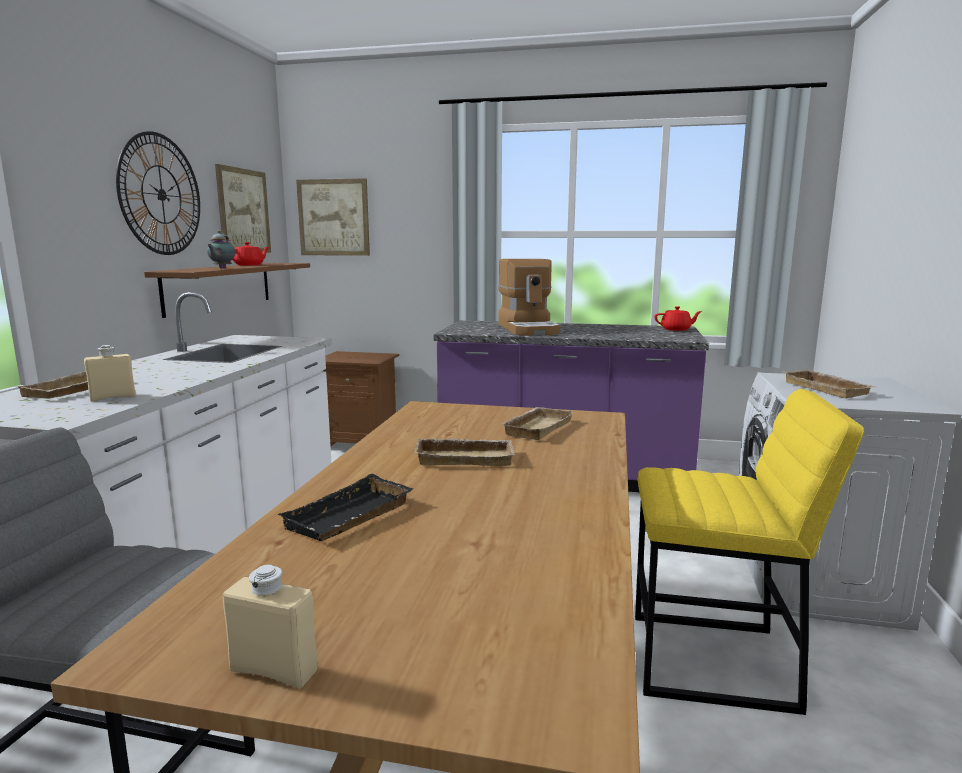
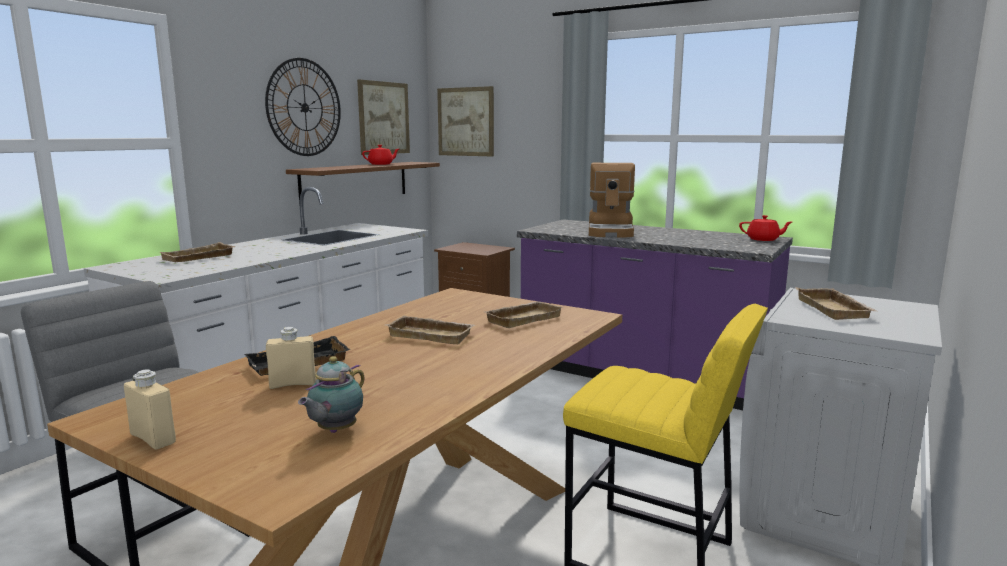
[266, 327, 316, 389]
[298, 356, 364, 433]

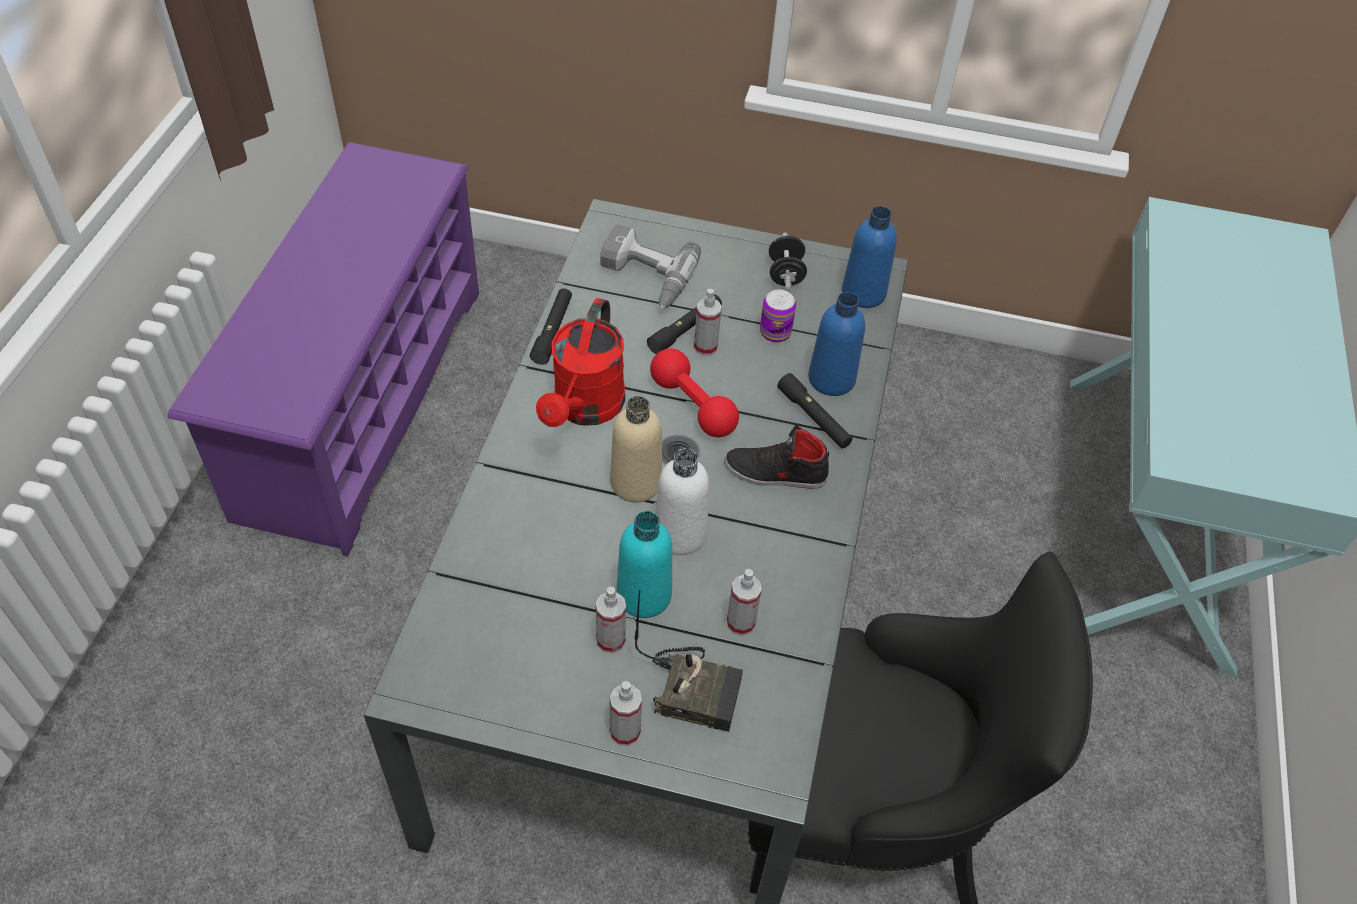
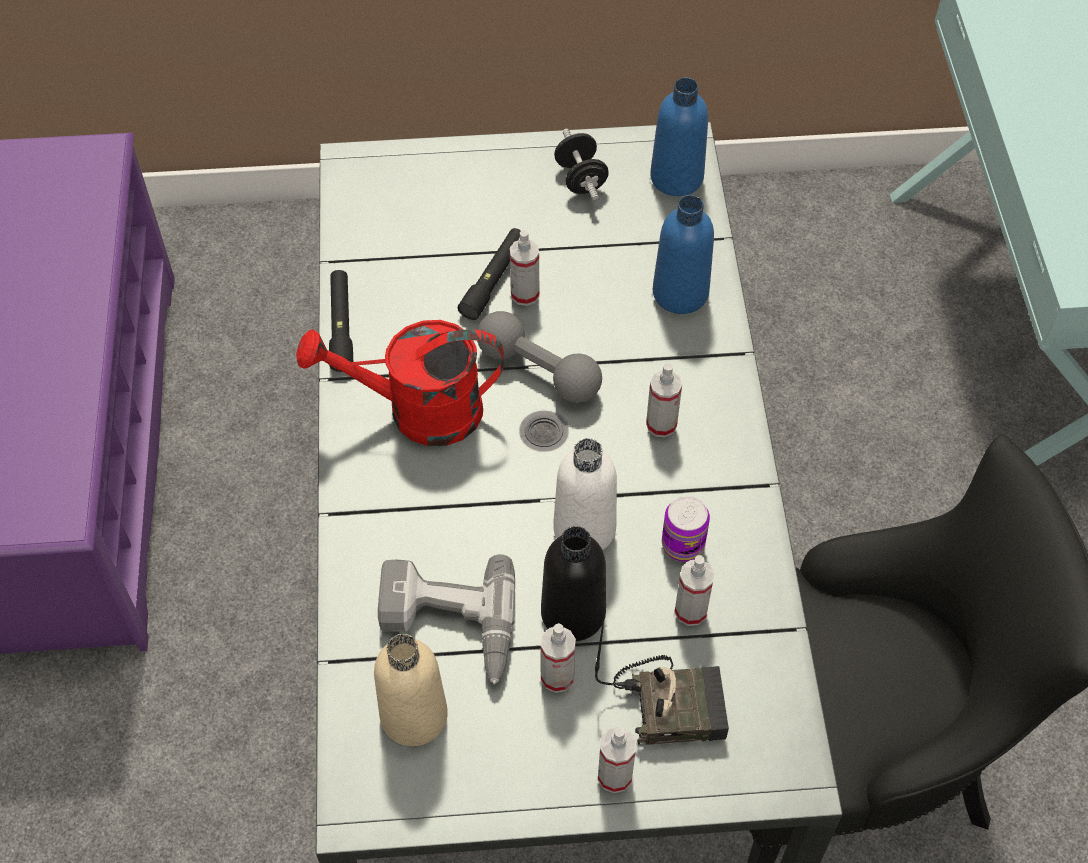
[777, 373, 852, 449] (first image)
[378, 554, 515, 685]
[374, 634, 448, 746]
[662, 496, 710, 562]
[646, 363, 682, 437]
[541, 526, 606, 641]
[477, 311, 602, 403]
[296, 320, 504, 446]

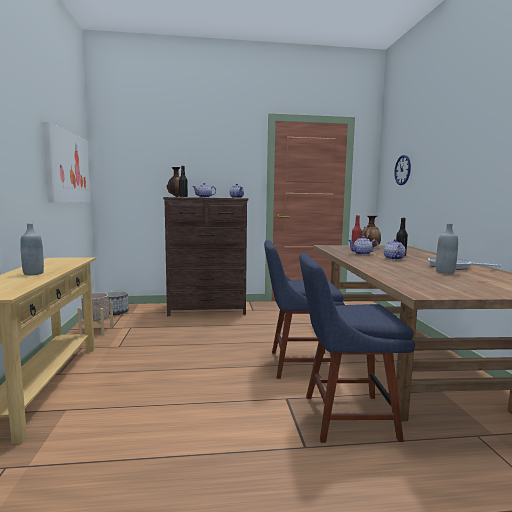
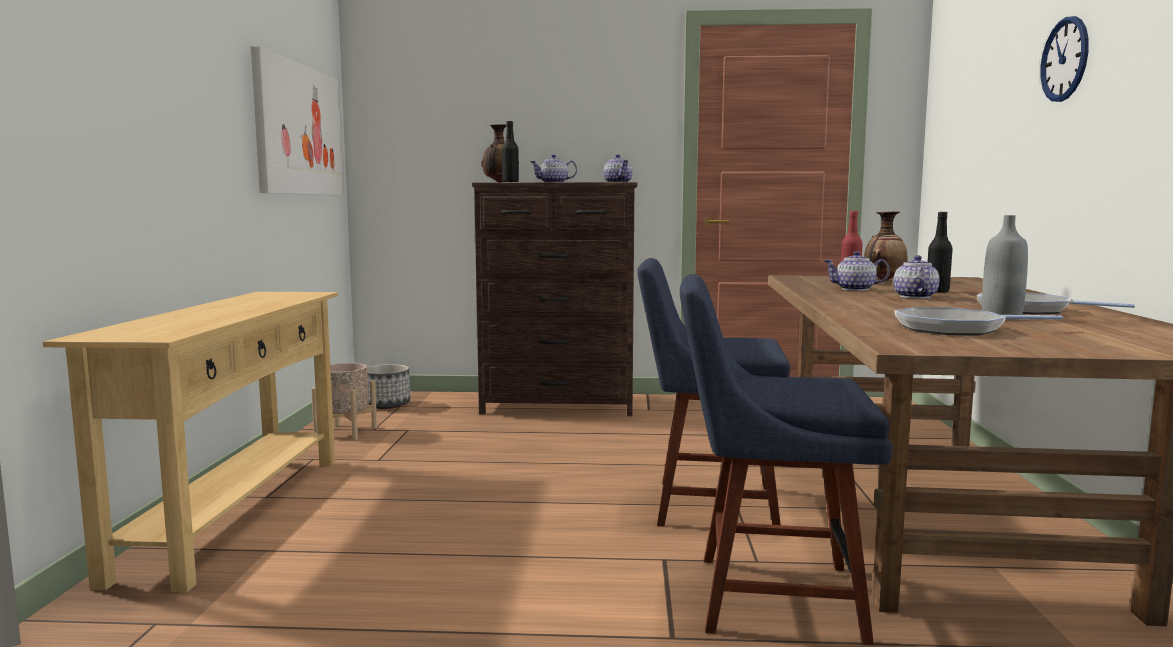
[20, 223, 44, 275] (first image)
[894, 307, 1063, 335]
[1040, 16, 1089, 102]

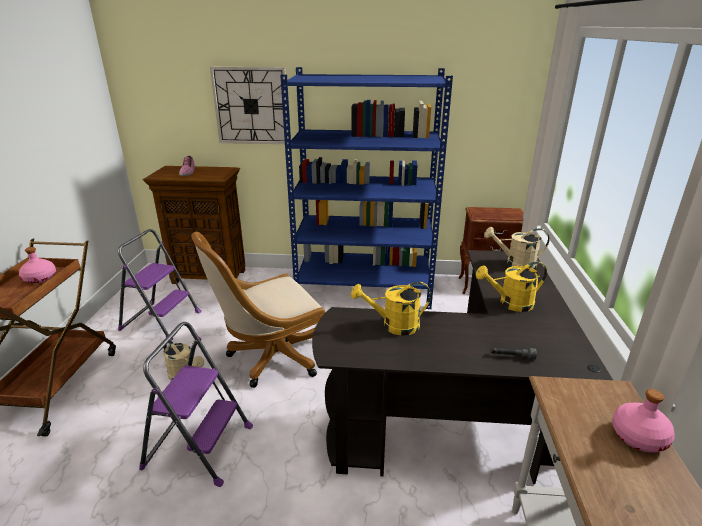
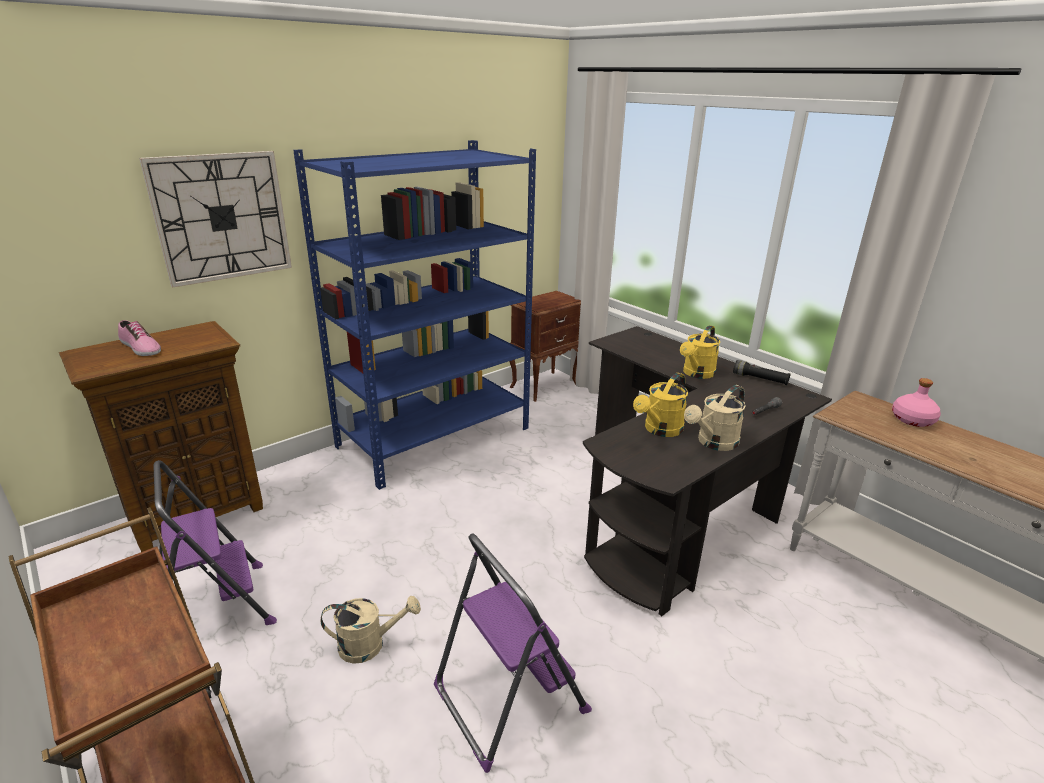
[19, 247, 56, 284] (first image)
[191, 232, 326, 388] (first image)
[733, 360, 790, 385]
[684, 385, 746, 451]

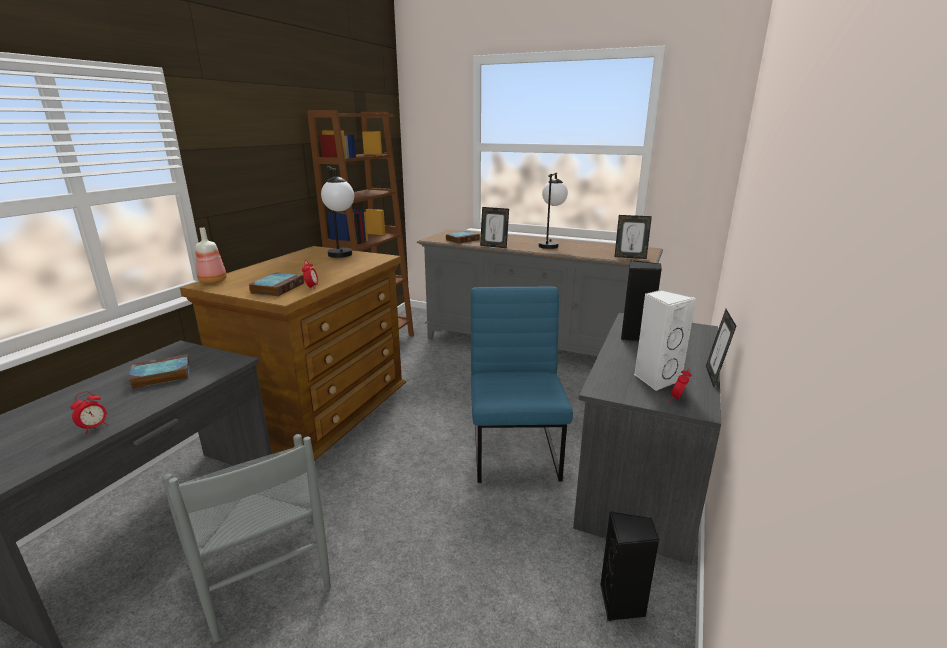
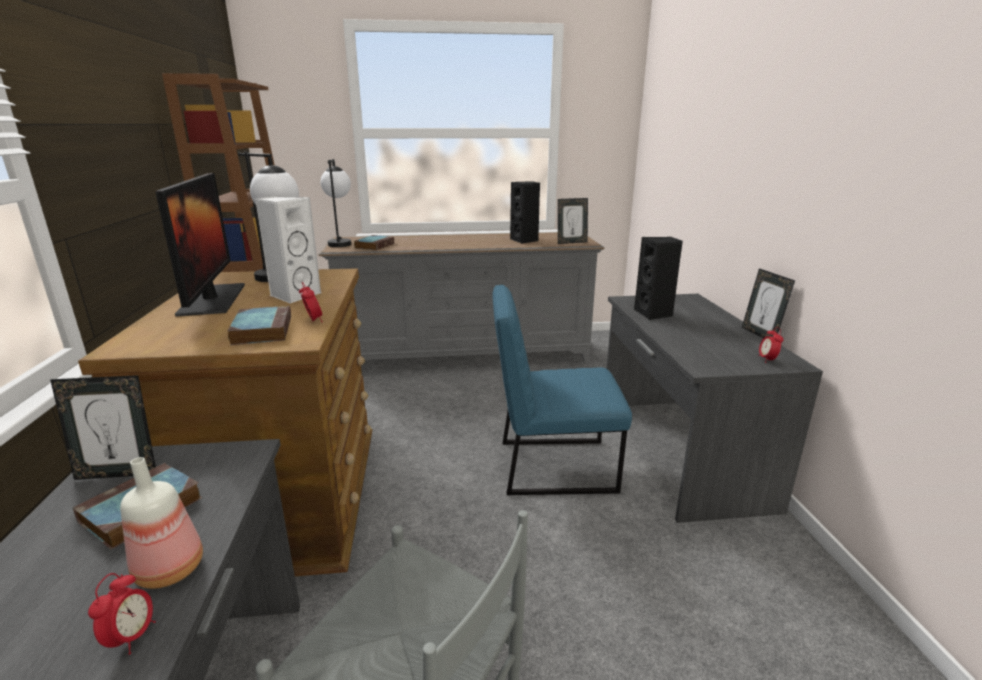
[155, 173, 245, 316]
[120, 457, 203, 589]
[50, 375, 156, 480]
[320, 159, 351, 247]
[510, 181, 540, 244]
[255, 196, 321, 304]
[492, 285, 632, 495]

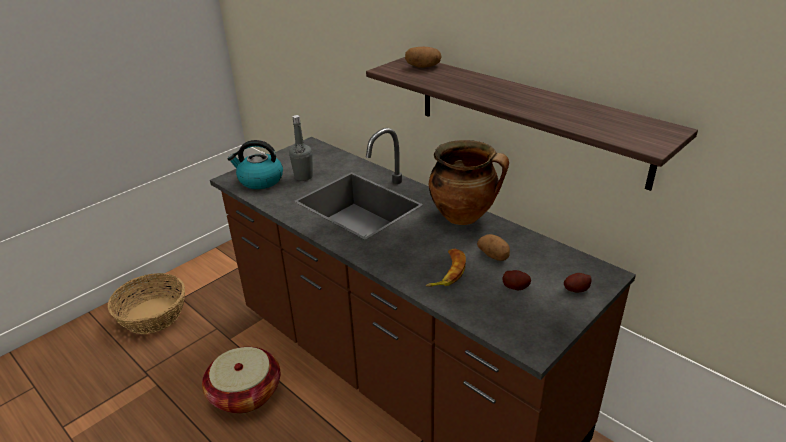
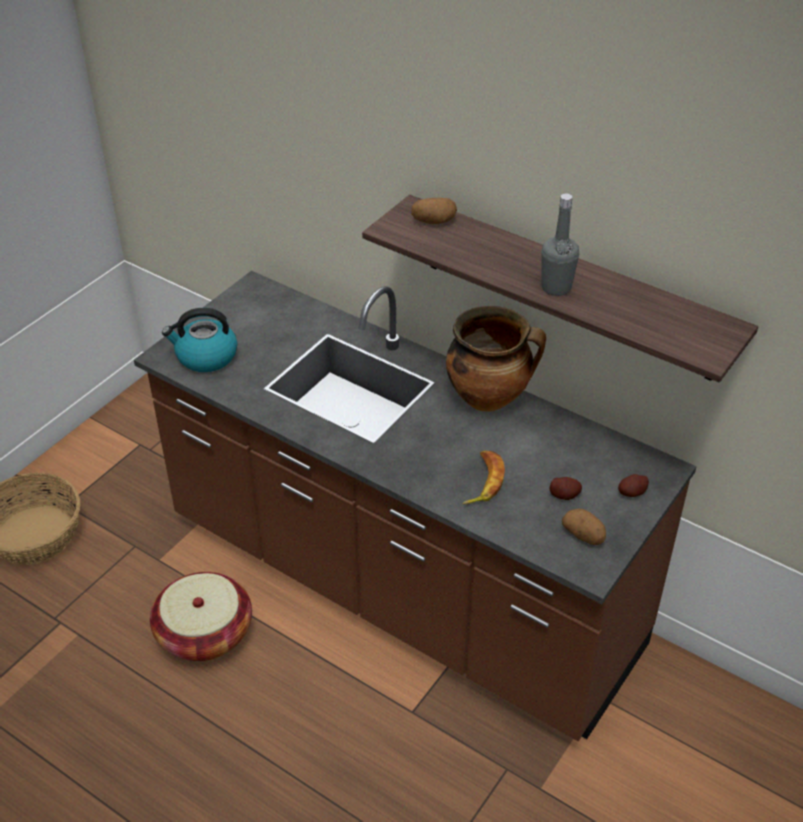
[541, 194, 579, 296]
[562, 509, 606, 545]

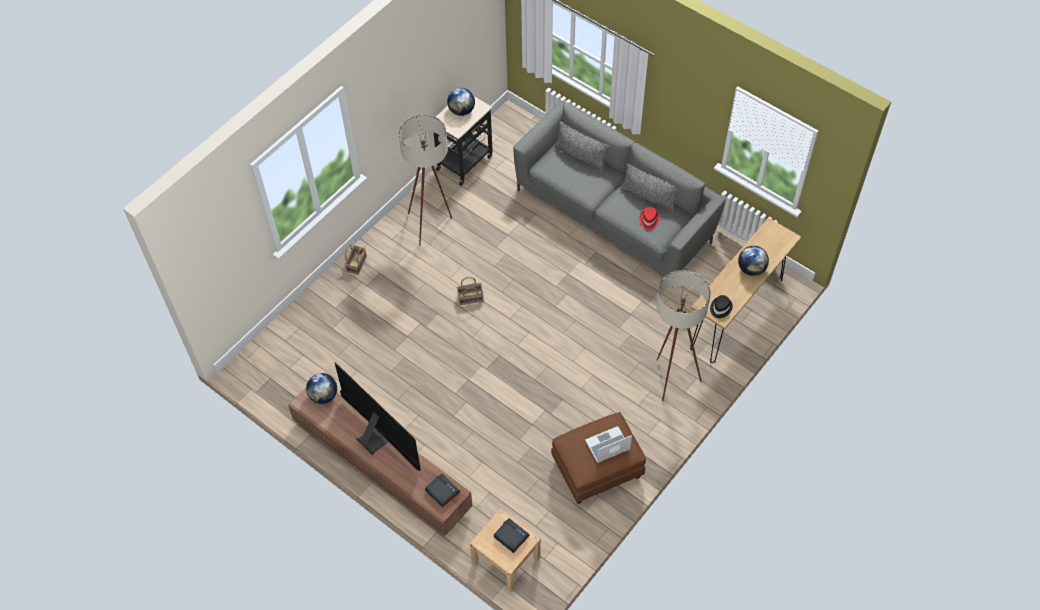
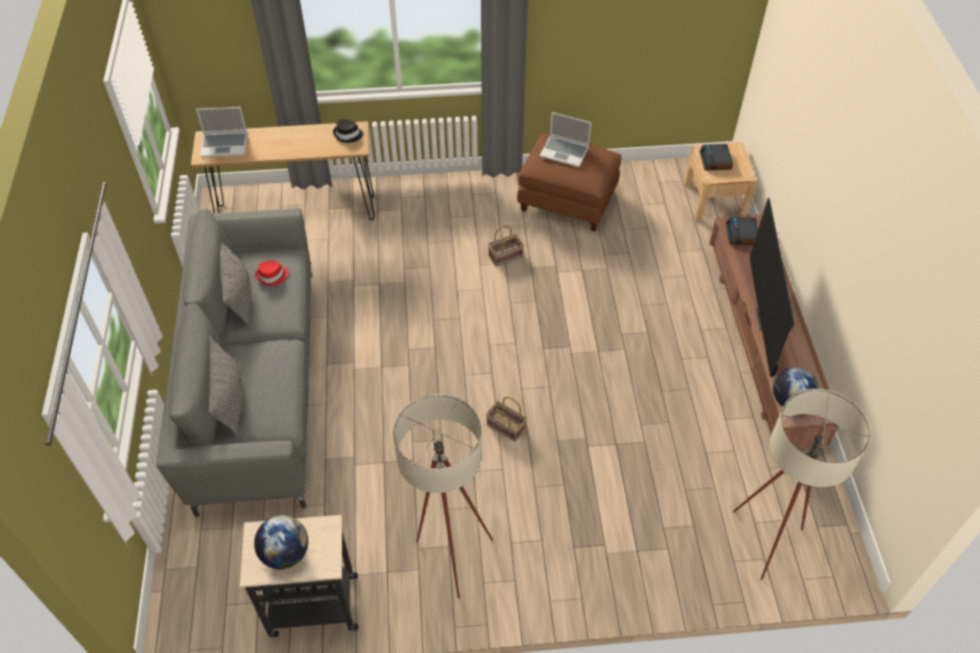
[738, 246, 769, 276] (first image)
[196, 107, 247, 158]
[488, 226, 524, 267]
[733, 389, 871, 580]

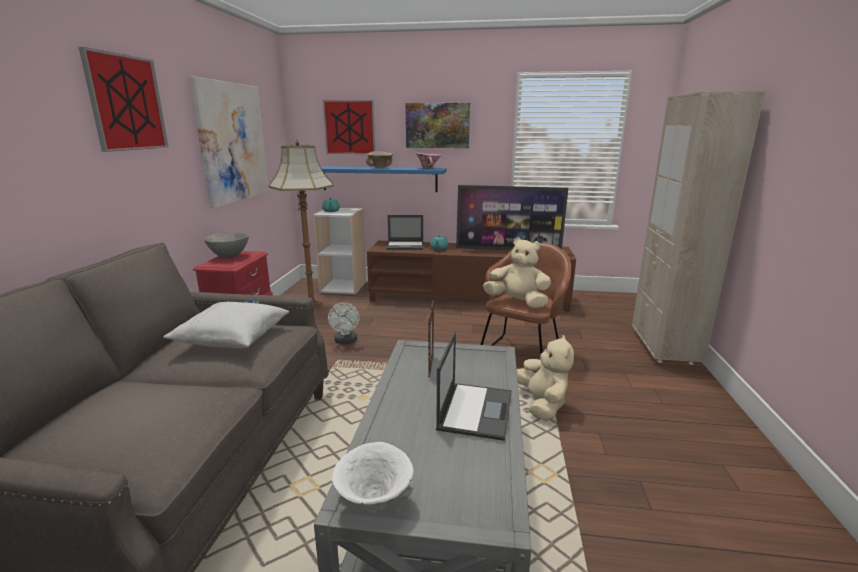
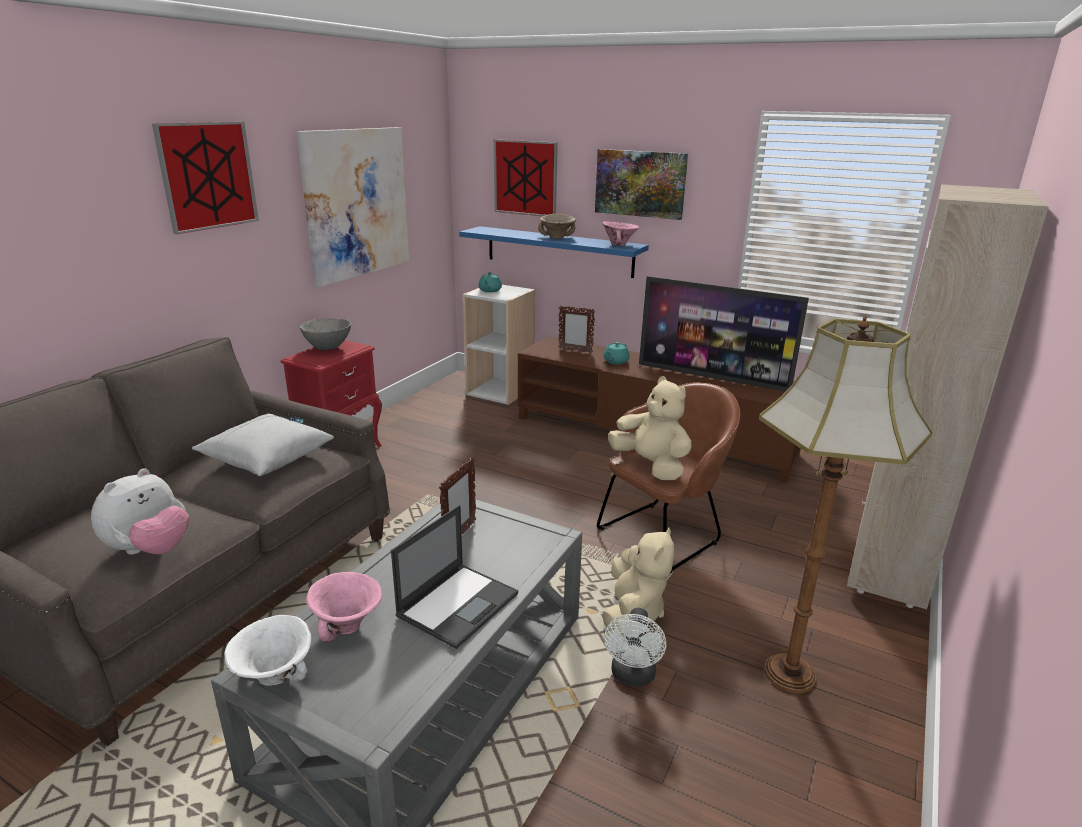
[91, 468, 189, 555]
[306, 572, 382, 642]
[759, 316, 933, 693]
[604, 608, 666, 686]
[559, 306, 595, 353]

